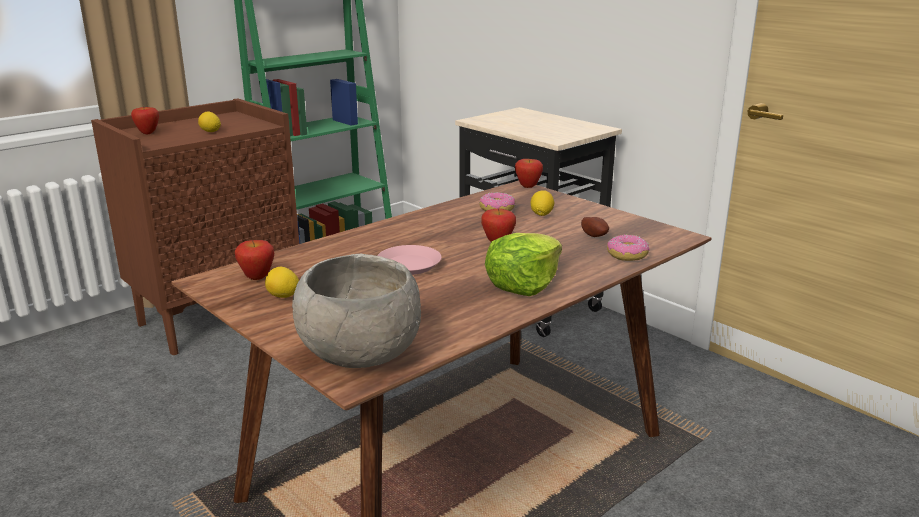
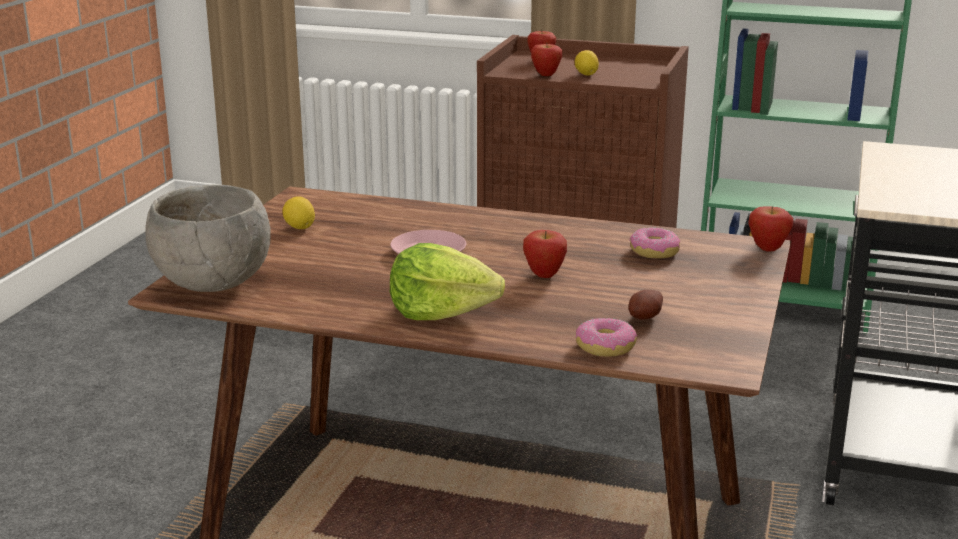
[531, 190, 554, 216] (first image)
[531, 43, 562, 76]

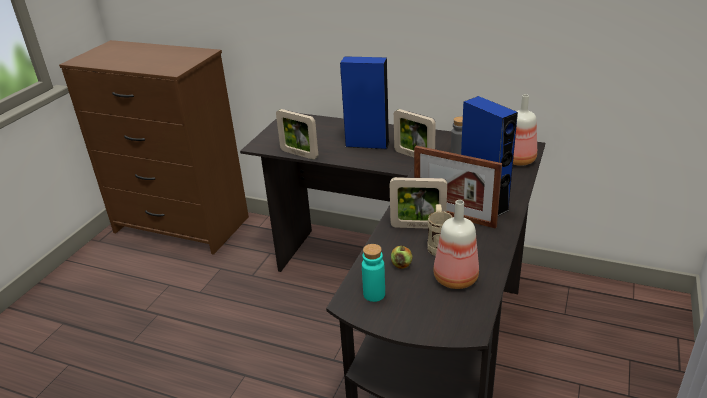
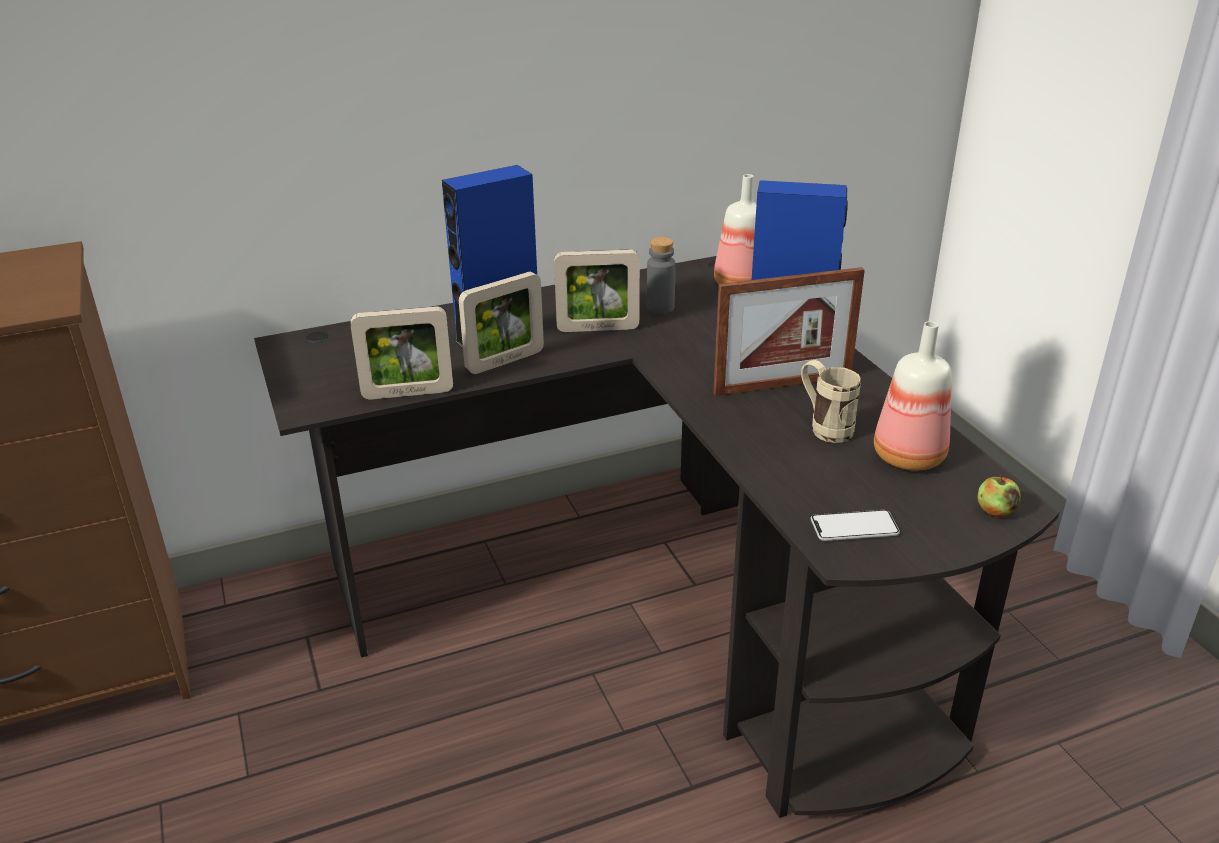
[459, 272, 544, 374]
[977, 474, 1020, 518]
[811, 510, 900, 541]

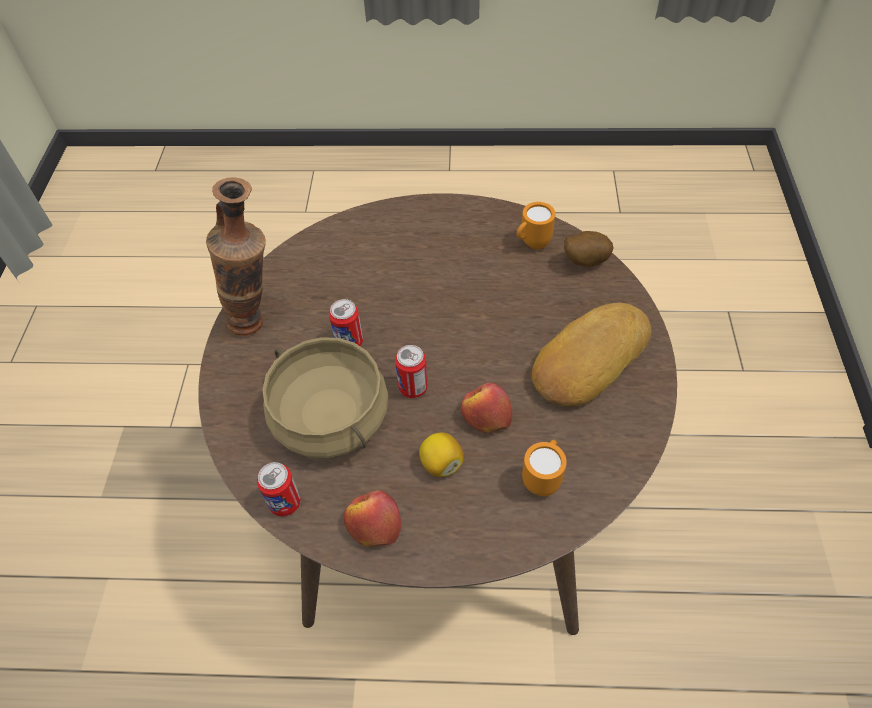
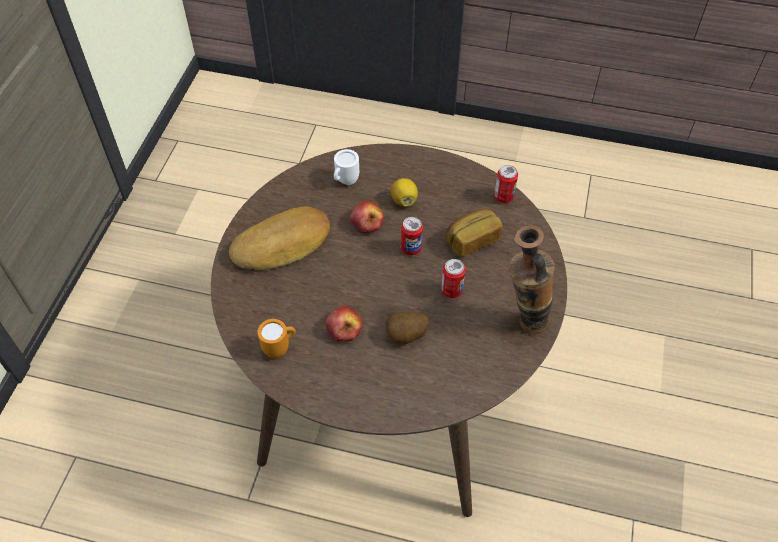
[326, 305, 363, 342]
[386, 312, 429, 344]
[446, 209, 503, 257]
[334, 149, 359, 185]

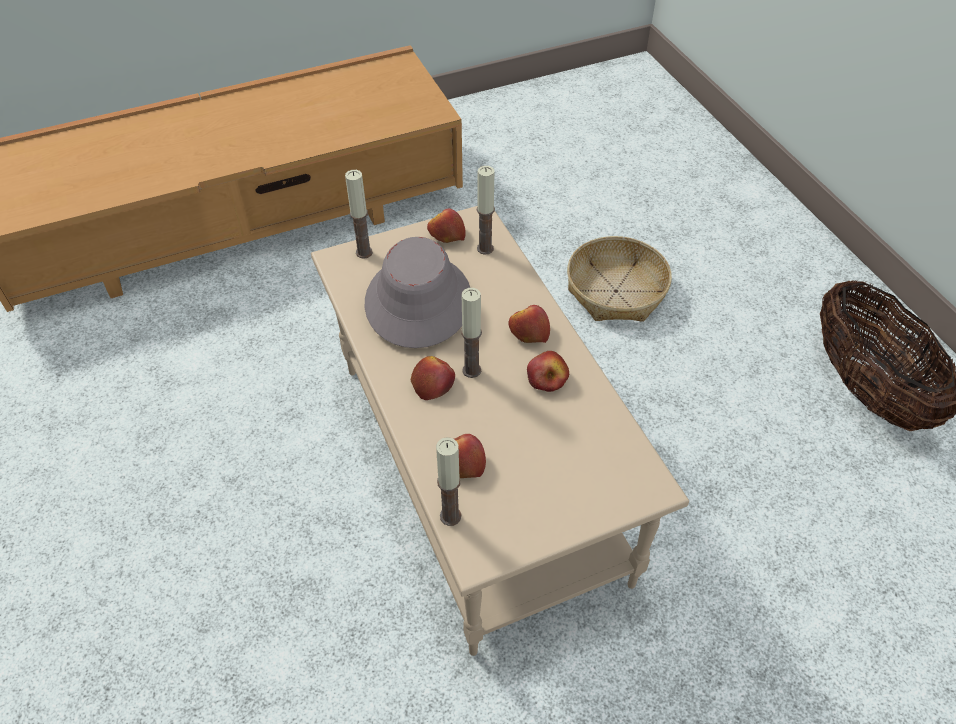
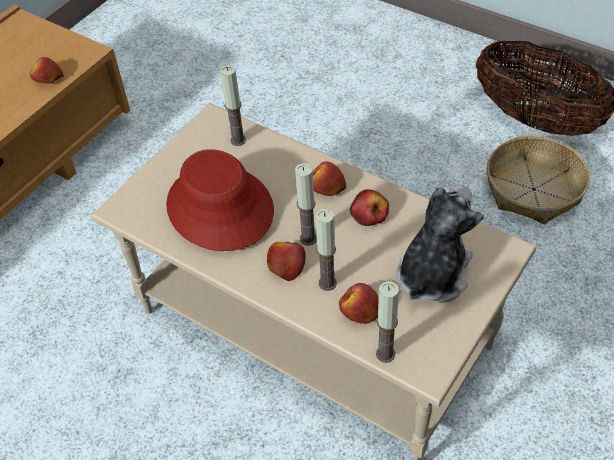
[396, 186, 484, 303]
[316, 209, 337, 291]
[30, 57, 64, 84]
[487, 136, 590, 224]
[166, 149, 274, 251]

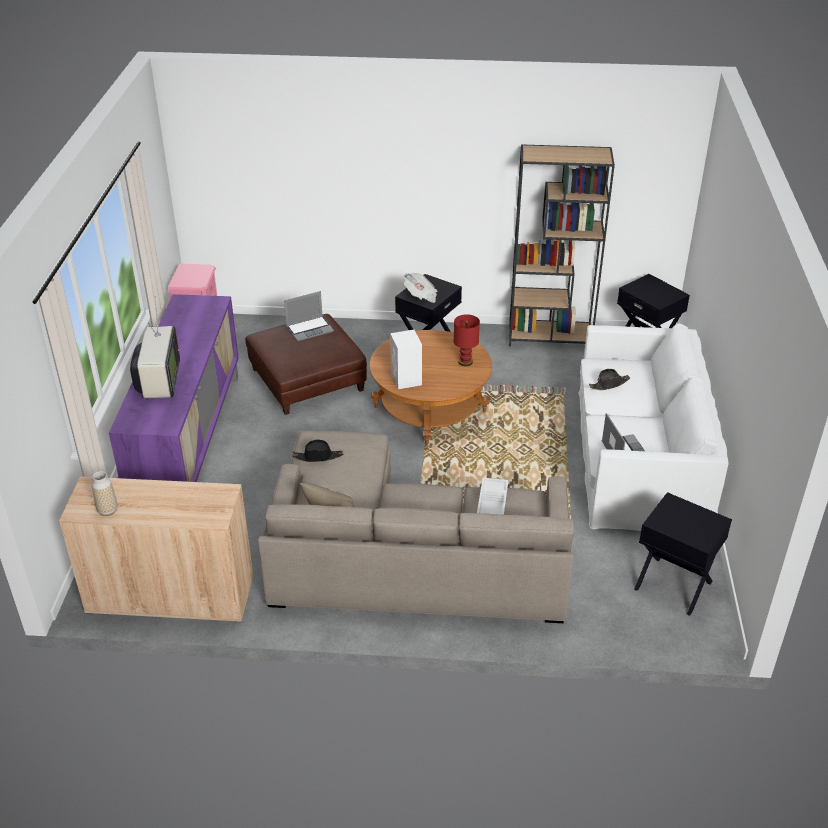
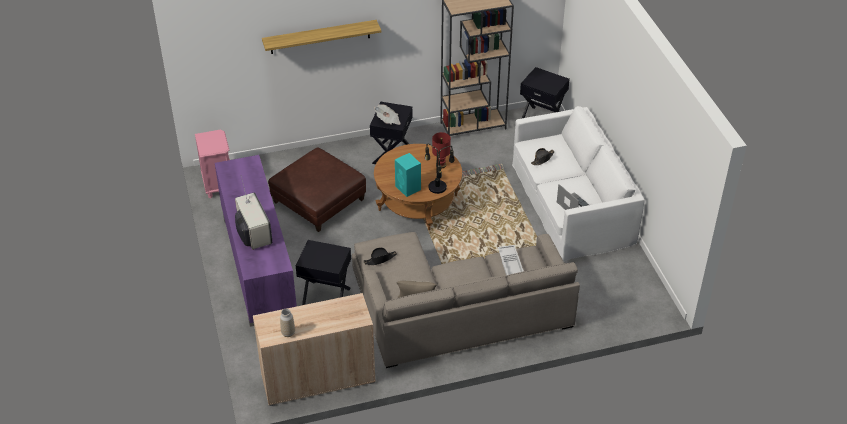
[284, 291, 334, 341] (first image)
[262, 20, 381, 54]
[425, 144, 454, 194]
[295, 240, 351, 305]
[395, 153, 421, 197]

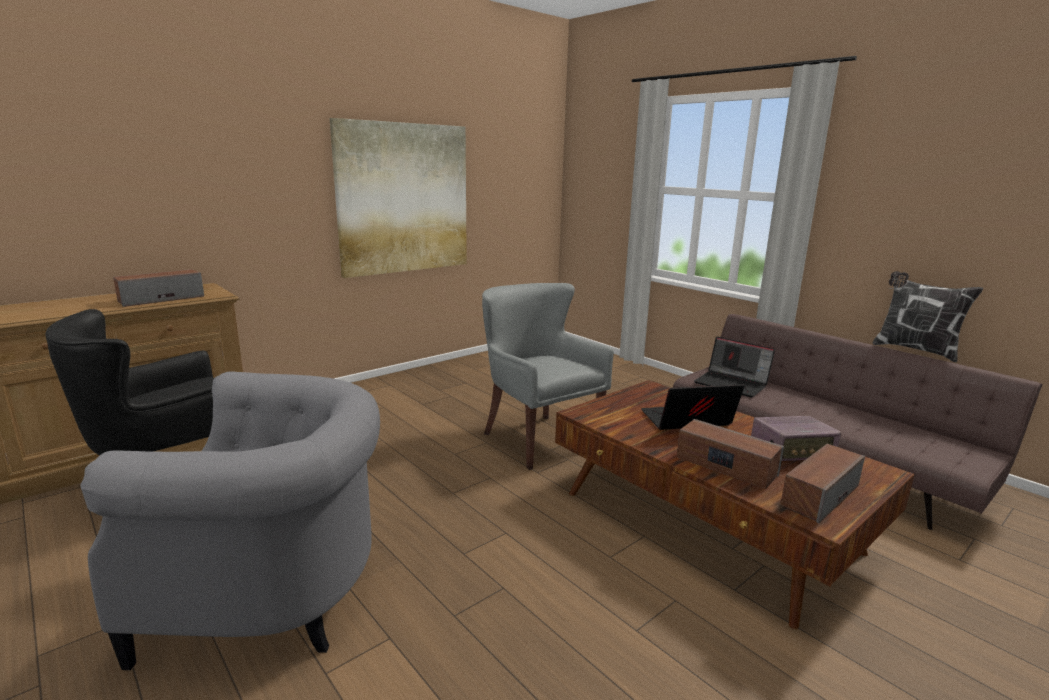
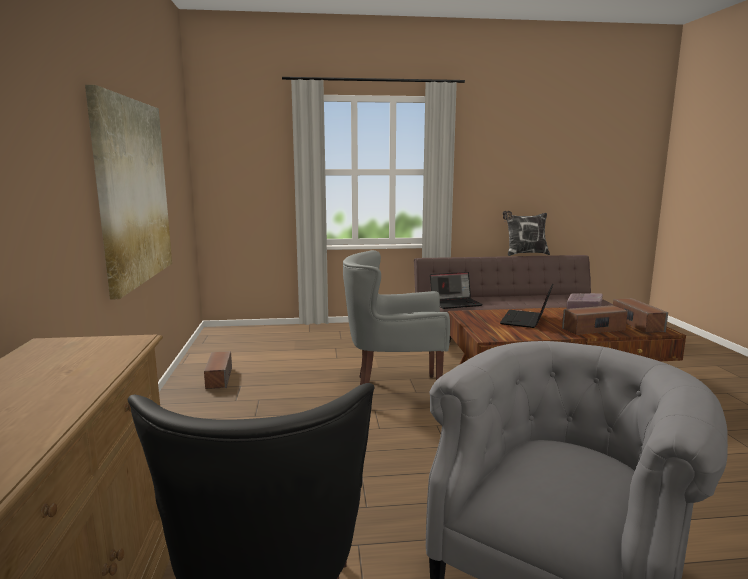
[204, 351, 232, 389]

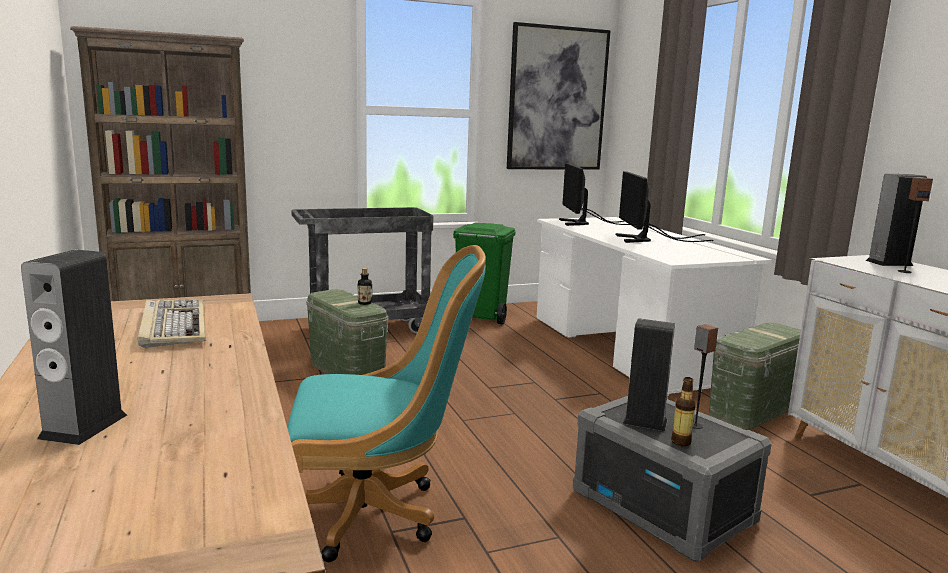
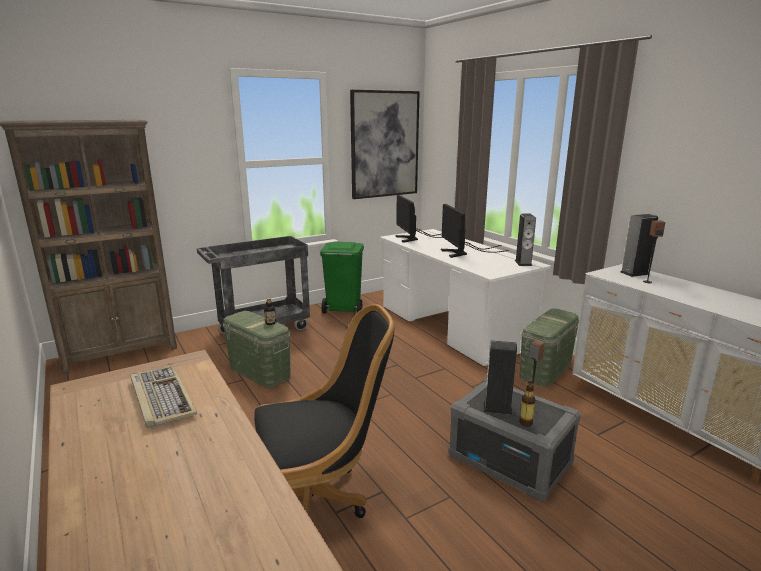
[515, 213, 536, 266]
[254, 304, 394, 518]

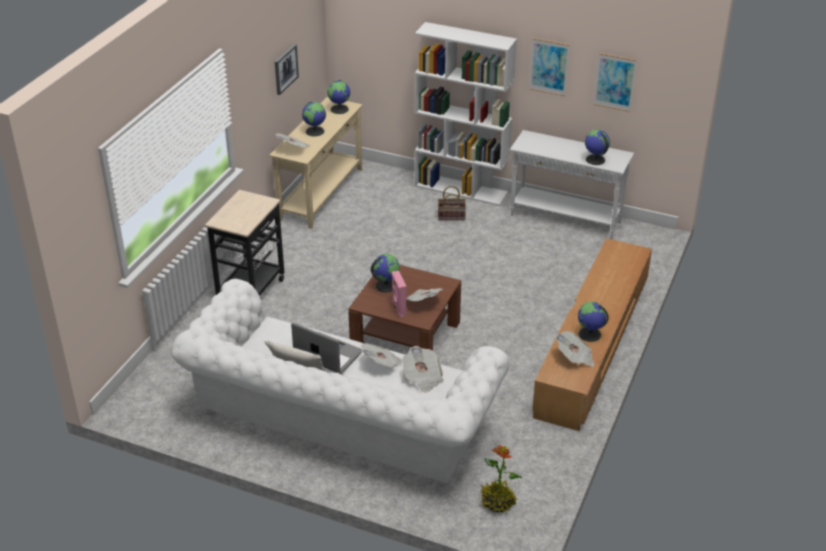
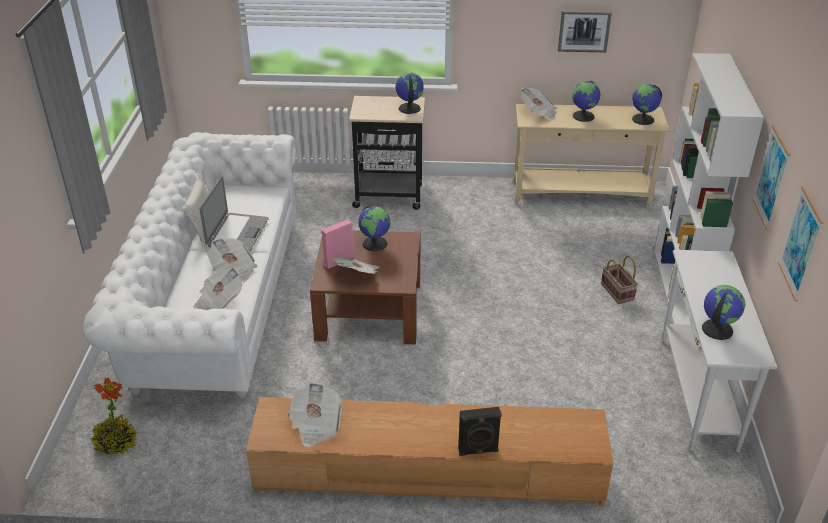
[458, 407, 502, 456]
[395, 72, 424, 114]

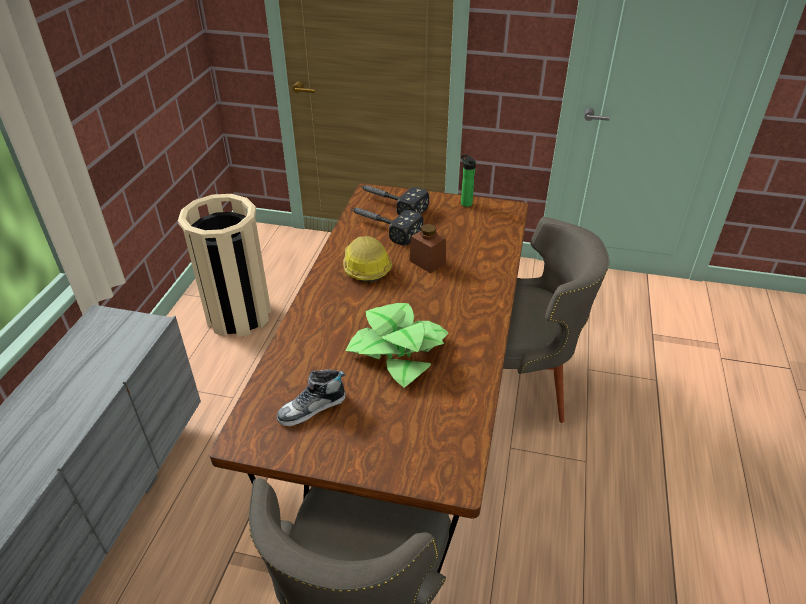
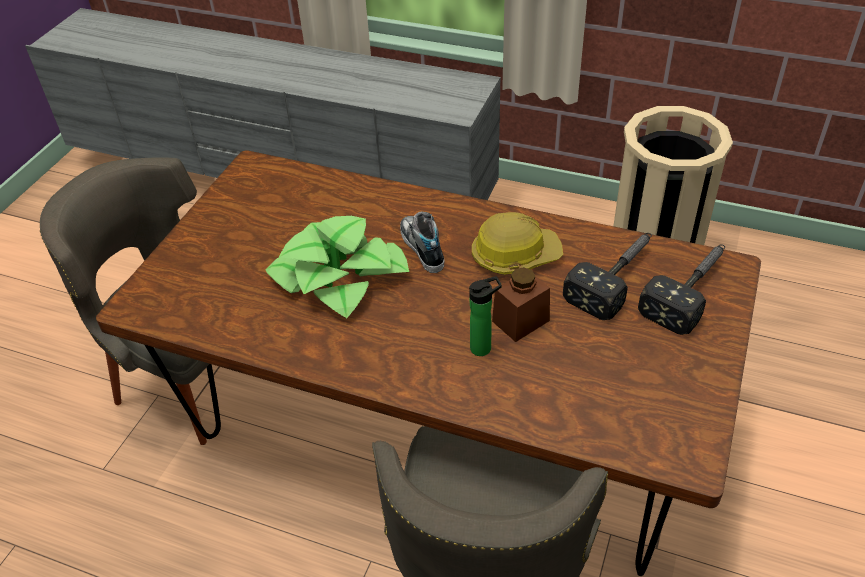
[400, 211, 444, 273]
[469, 276, 502, 356]

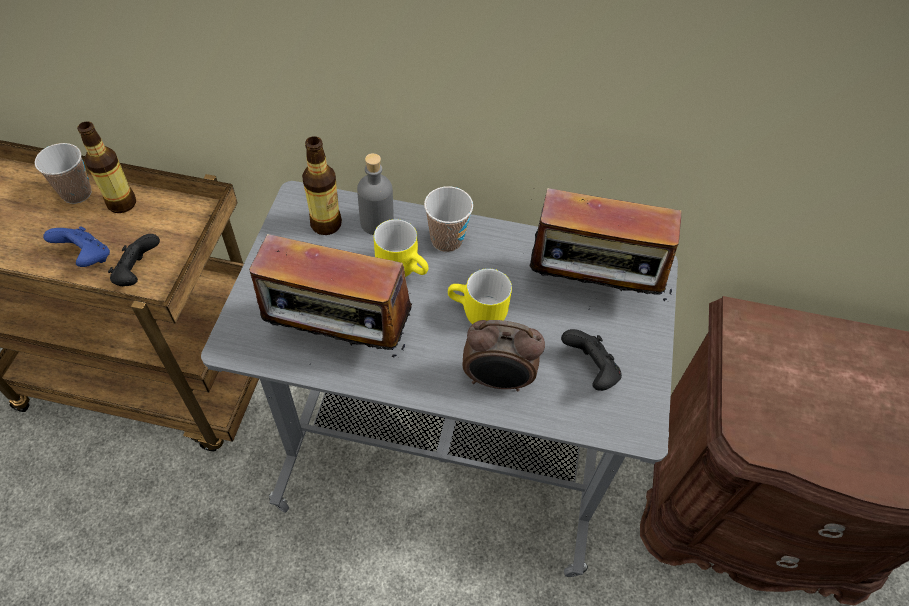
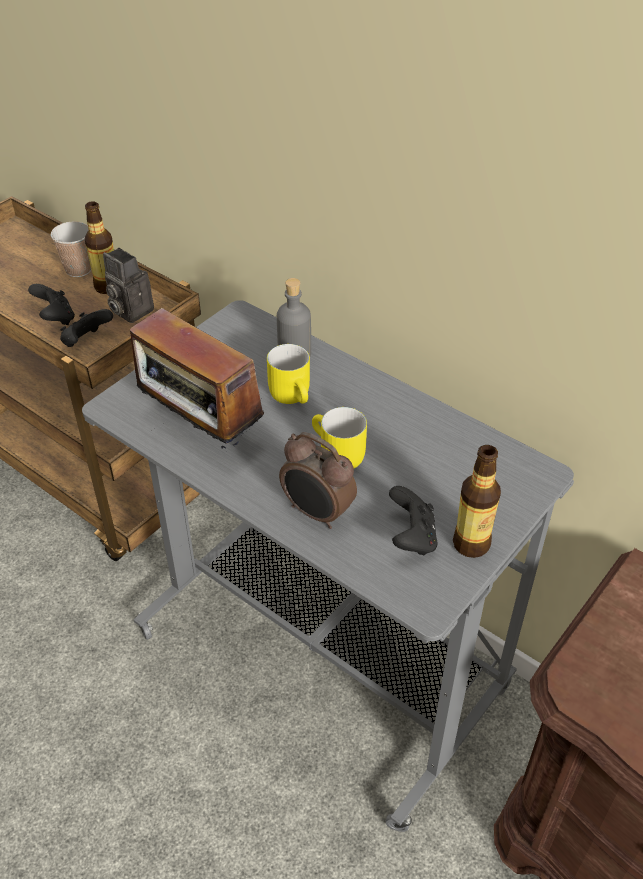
[424, 187, 473, 252] (first image)
[529, 188, 681, 301] (first image)
[103, 248, 154, 323]
[453, 445, 501, 558]
[28, 284, 75, 325]

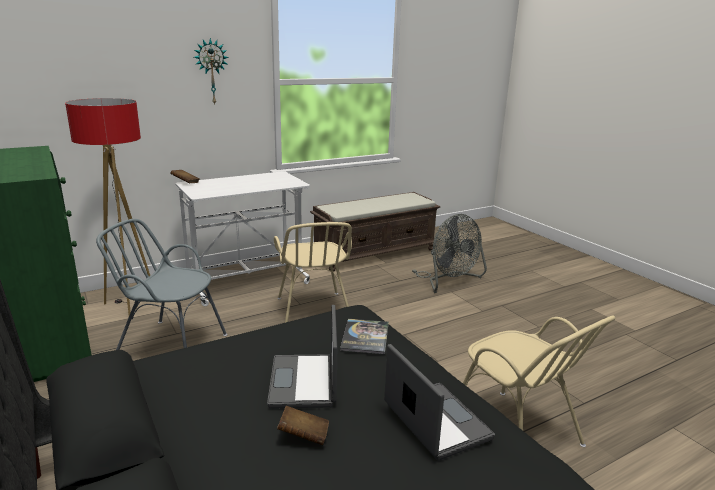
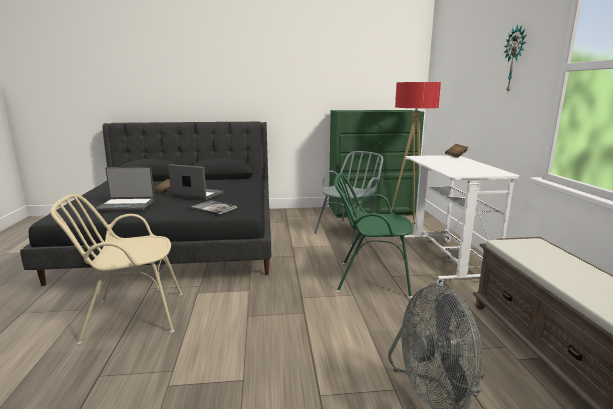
[334, 173, 413, 298]

